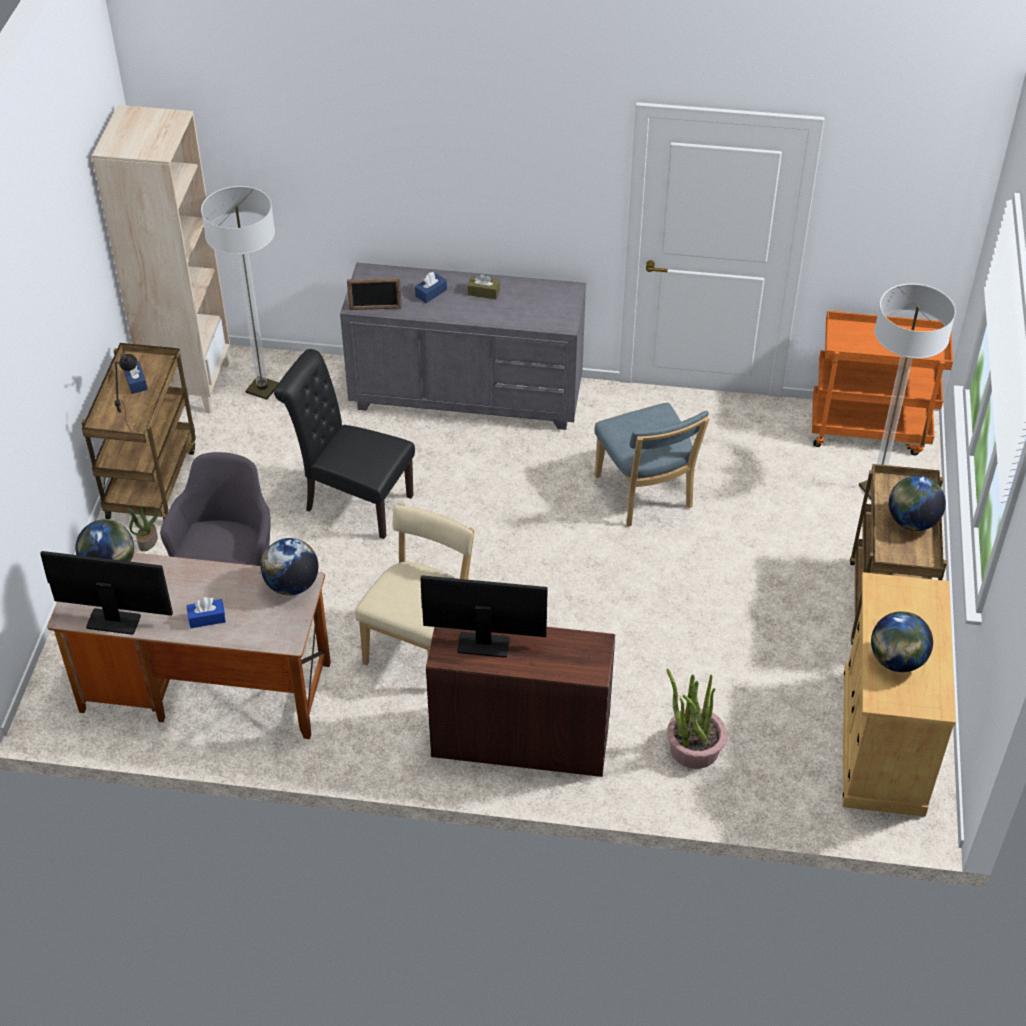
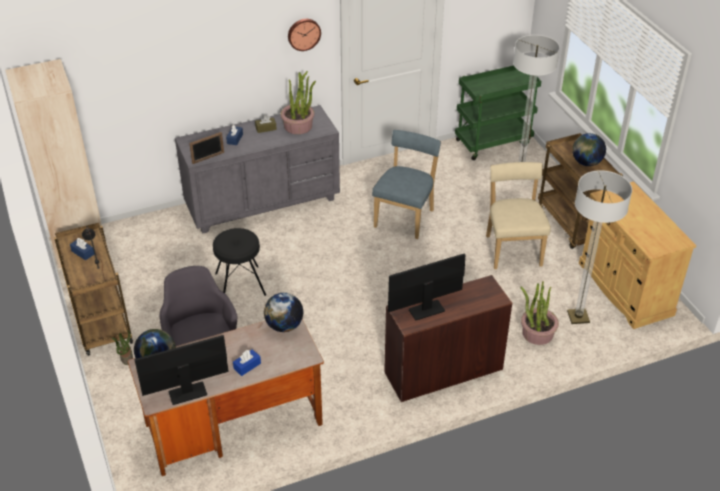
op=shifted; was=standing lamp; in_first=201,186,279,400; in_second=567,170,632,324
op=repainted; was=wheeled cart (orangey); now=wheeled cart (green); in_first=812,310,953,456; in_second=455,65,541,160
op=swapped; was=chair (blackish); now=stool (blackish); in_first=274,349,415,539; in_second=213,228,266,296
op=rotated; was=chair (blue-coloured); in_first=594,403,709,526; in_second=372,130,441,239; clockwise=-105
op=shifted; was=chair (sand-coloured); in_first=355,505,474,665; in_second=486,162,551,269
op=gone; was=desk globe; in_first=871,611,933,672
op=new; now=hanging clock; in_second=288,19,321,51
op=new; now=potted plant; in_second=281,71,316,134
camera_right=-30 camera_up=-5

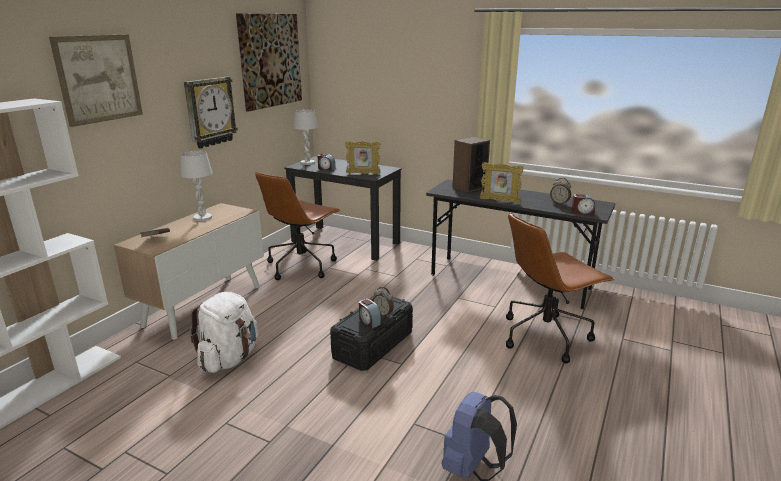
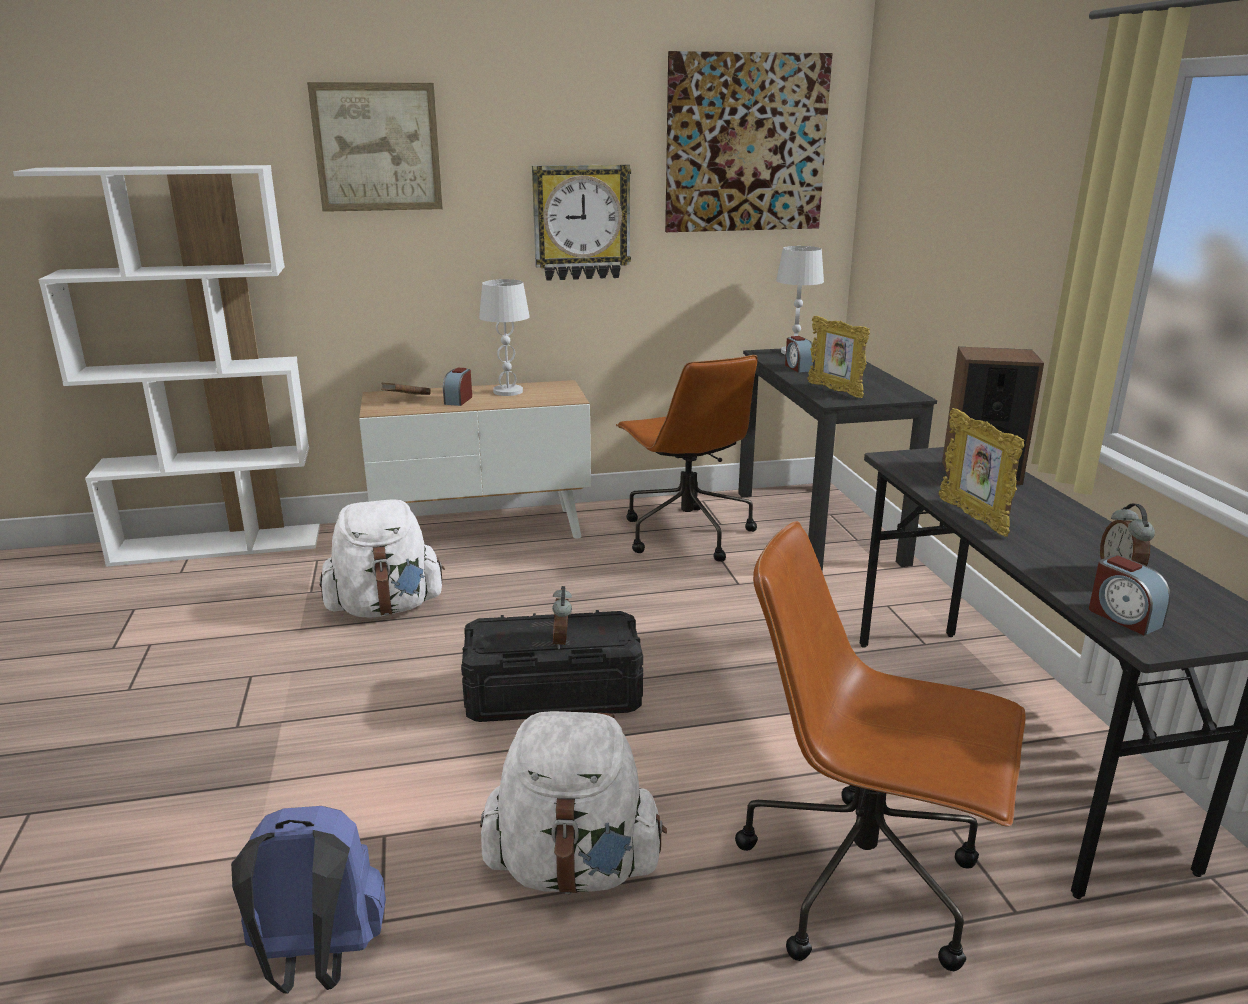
op=rotated; was=computer chair (brown); in_first=255,172,341,280; in_second=616,355,758,562; clockwise=-105
op=shifted; was=alarm clock; in_first=359,299,381,329; in_second=443,368,472,406
op=new; now=knapsack (whitish); in_second=480,711,667,894
camera_right=50 camera_up=0

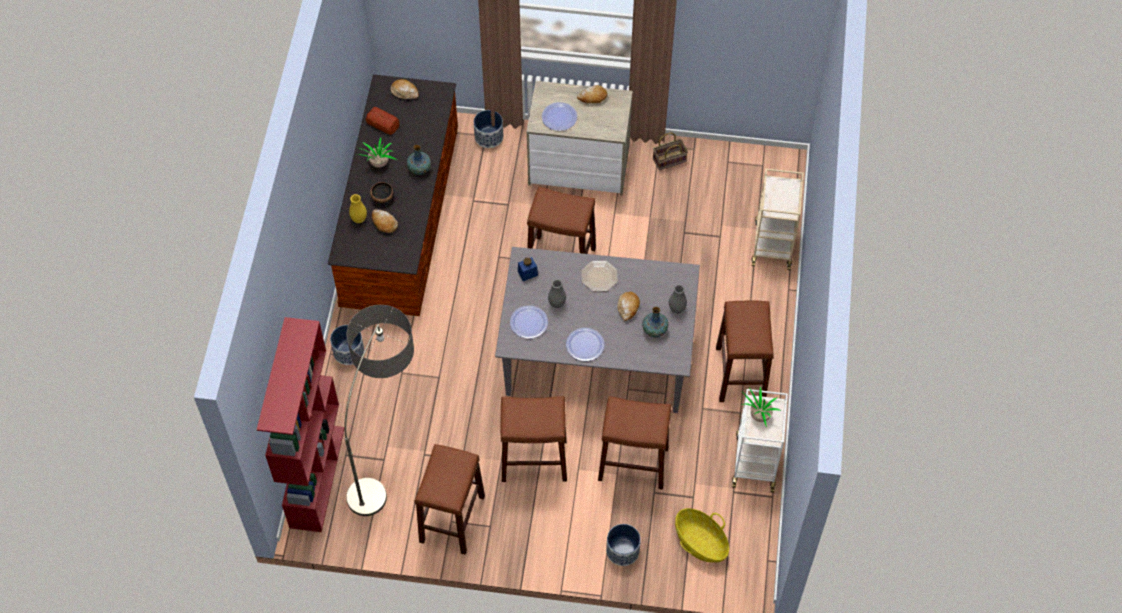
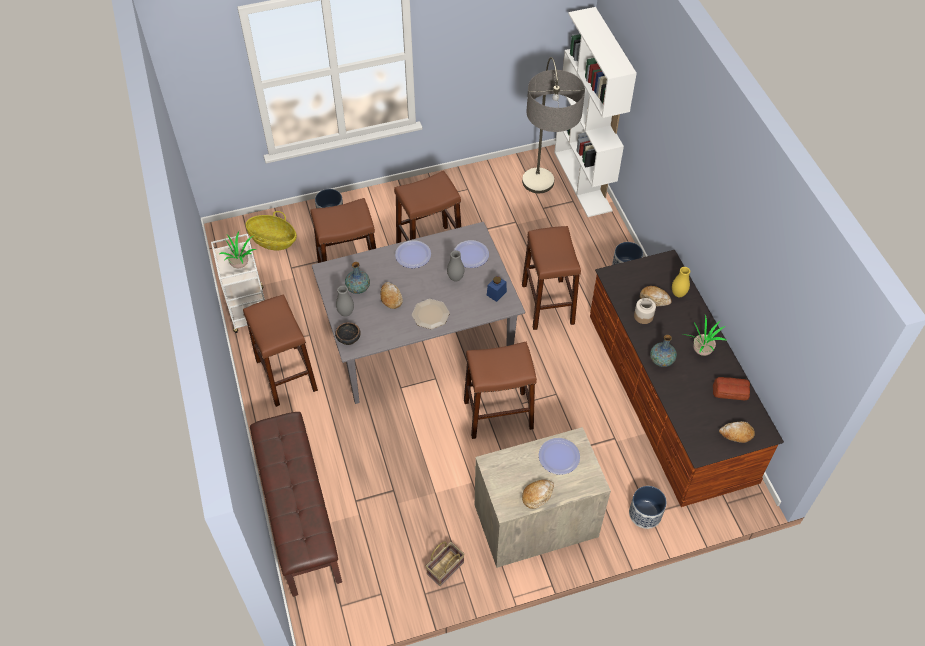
op=swapped; was=wheeled cart (sand-coloured); now=bench (brown); in_first=752,169,804,270; in_second=250,412,342,597
op=shifted; was=deep dish; in_first=370,182,394,204; in_second=335,322,361,345
op=repainted; was=shelving unit (red-coloured); now=shelving unit (whitish); in_first=257,317,344,532; in_second=554,7,637,217
op=shifted; was=stool (brown); in_first=415,444,485,555; in_second=522,226,581,330
op=new; now=storage jar; in_second=634,298,656,324
camera_right=155 camera_up=-5

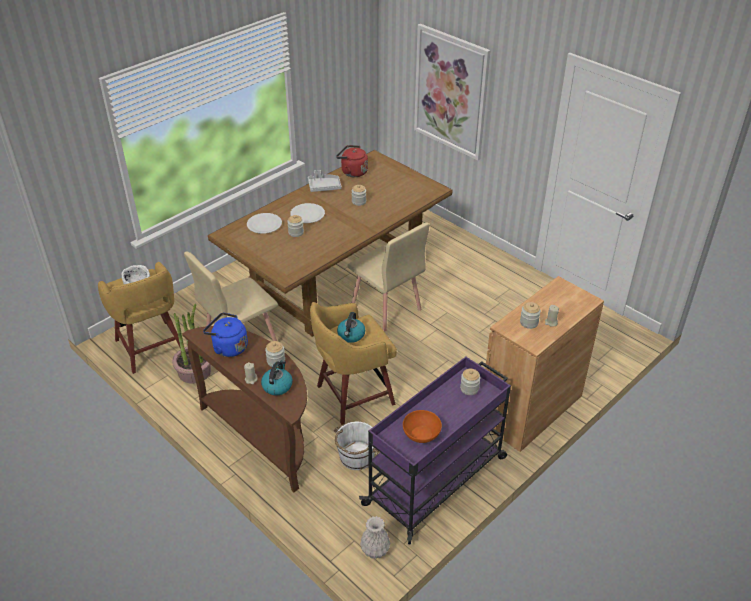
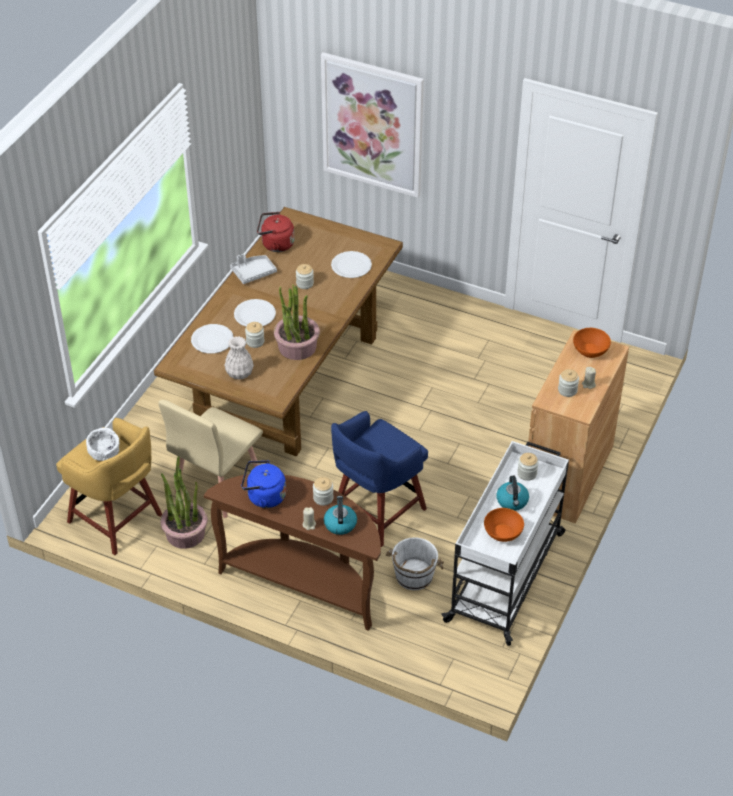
op=gone; was=chair (sand-coloured); in_first=347,223,430,332
op=repainted; was=stool (yellowish); now=stool (blue-coloured); in_first=310,302,397,425; in_second=331,411,428,547
op=shifted; was=water kettle; in_first=337,312,365,343; in_second=497,476,529,511
op=repainted; was=wheeled cart (purplish); now=wheeled cart (whitish); in_first=359,357,511,544; in_second=441,441,569,646
op=shifted; was=decorative vase (whitish); in_first=360,516,390,559; in_second=224,336,254,380
op=new; now=flat dish (whitish); in_second=331,251,372,278
op=new; now=potted plant; in_second=274,284,320,360
op=new; now=deep dish (orangey); in_second=573,328,611,358
camera_right=-20 camera_up=5

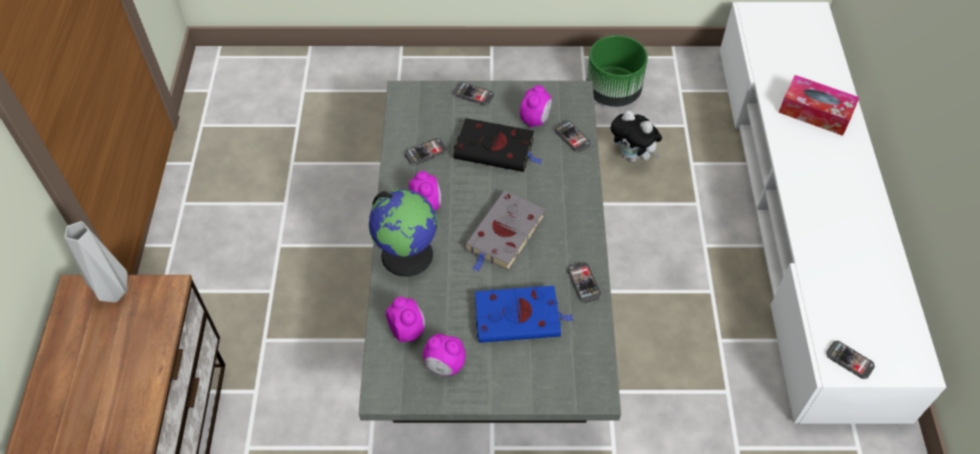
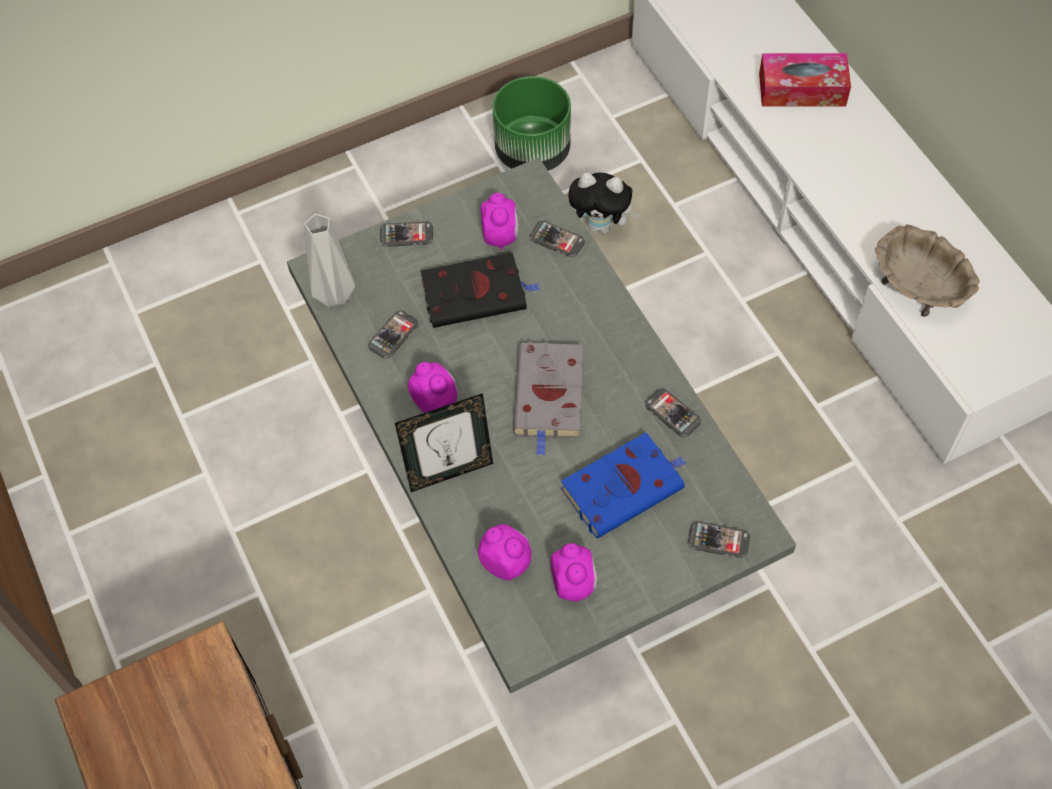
op=swapped; was=desk globe; now=picture frame; in_first=368,189,438,277; in_second=395,393,493,492
op=shifted; was=decorative vase (grey); in_first=65,221,127,302; in_second=304,214,355,307
op=rotated; was=alarm clock; in_first=423,334,466,376; in_second=550,543,597,602; clockwise=-90
op=shifted; was=telephone; in_first=826,341,875,379; in_second=688,521,750,558
op=new; now=deep dish (sand-coloured); in_second=875,224,980,317
camera_right=-25 camera_up=5

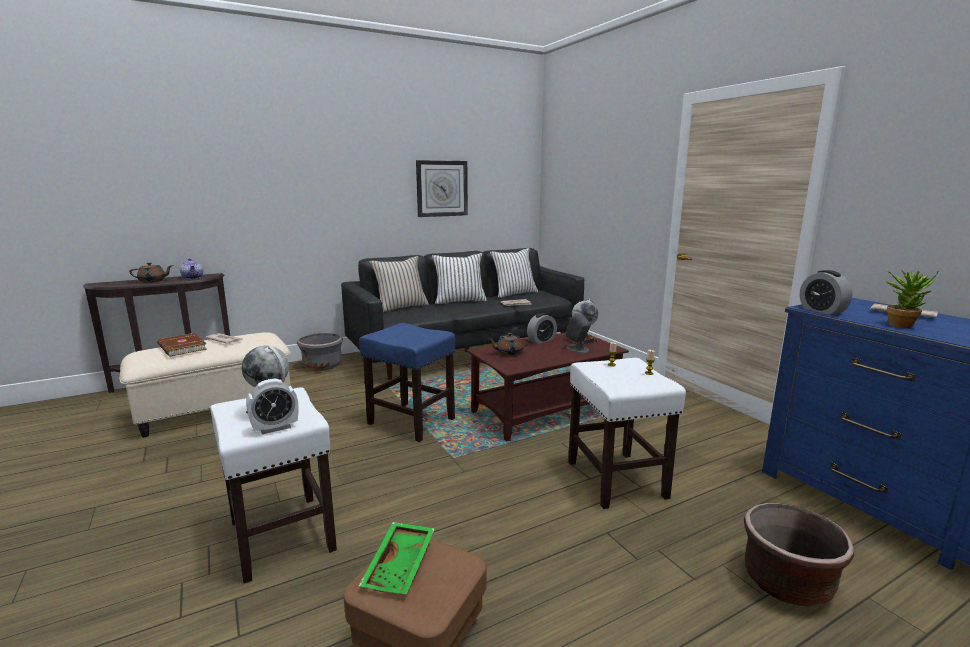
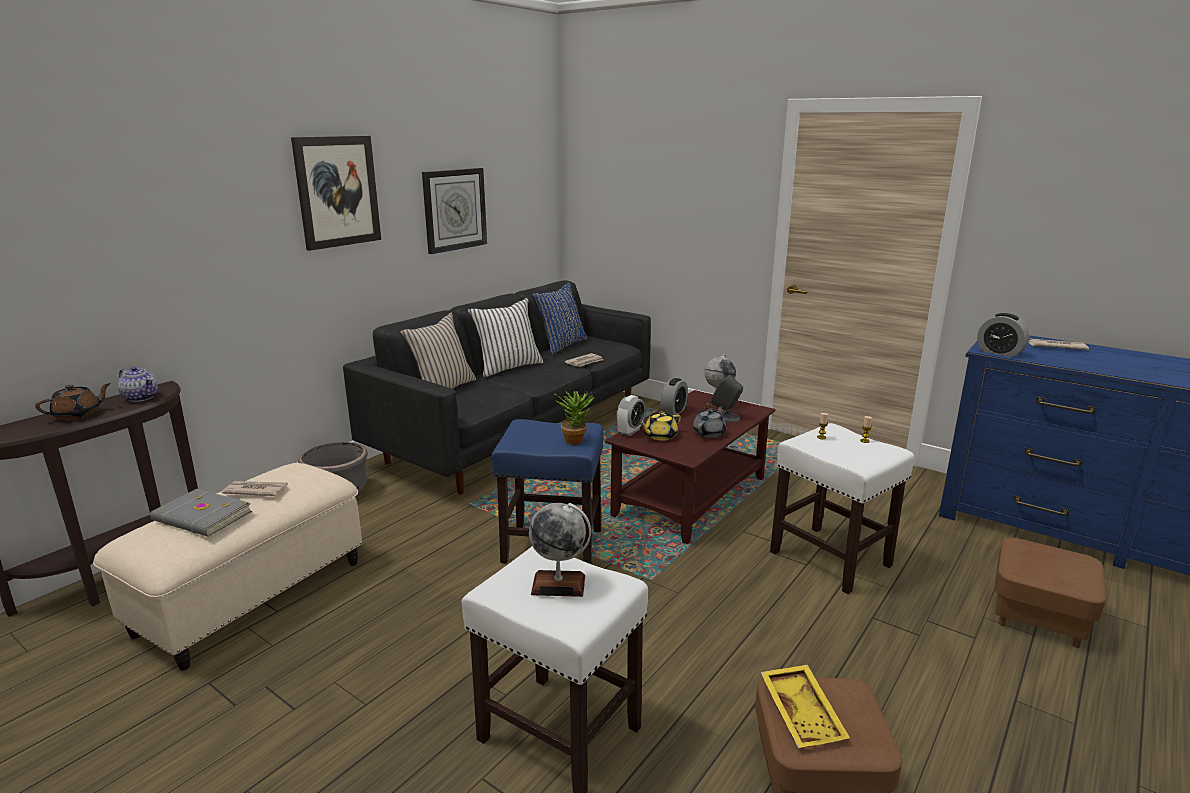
op=repainted; was=throw pillow (whitish); now=throw pillow (blue-coloured); in_first=490,248,538,298; in_second=532,282,588,355
op=shifted; was=potted plant; in_first=883,270,938,328; in_second=555,391,594,445
op=repainted; was=volume (brown); now=volume (grey); in_first=157,333,206,357; in_second=150,489,252,537
op=repainted; was=teapot (brown); now=teapot (yellowish); in_first=488,333,529,356; in_second=640,412,681,441
op=shifted; was=alarm clock; in_first=246,379,298,434; in_second=617,395,645,436
op=swapped; was=planter (brown); now=ottoman (brown); in_first=744,503,854,607; in_second=994,538,1106,648
op=repainted; was=carrying tray (green); now=carrying tray (yellowish); in_first=359,522,435,594; in_second=761,665,850,748
op=new; now=wall art; in_second=291,136,381,251
op=new; now=teapot (grey); in_second=693,406,726,438
camera_right=-25 camera_up=5

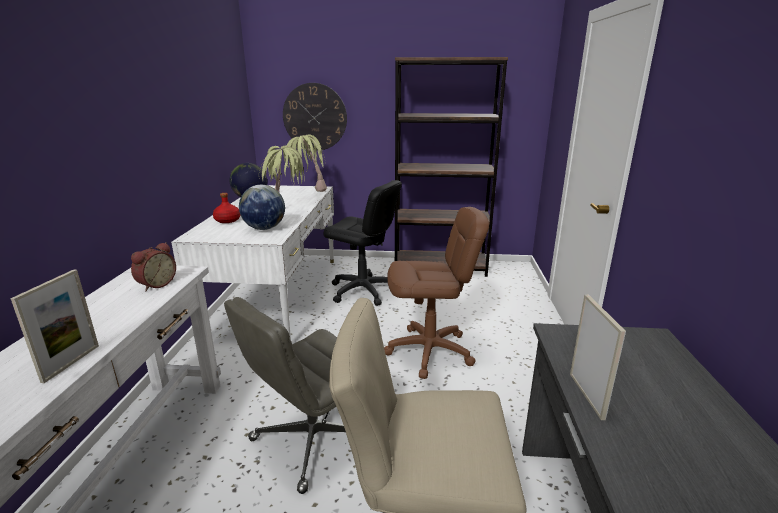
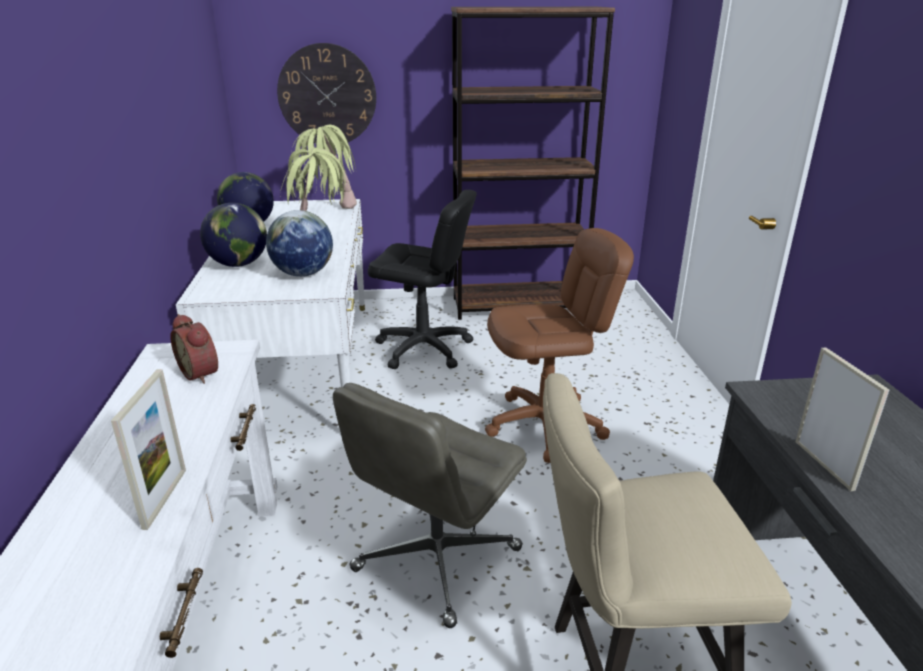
op=swapped; was=bottle (red-coloured); now=desk globe; in_first=213,193,240,223; in_second=200,203,267,267
op=rotated; was=alarm clock; in_first=131,242,176,291; in_second=170,314,218,384; clockwise=120
camera_right=-10 camera_up=5

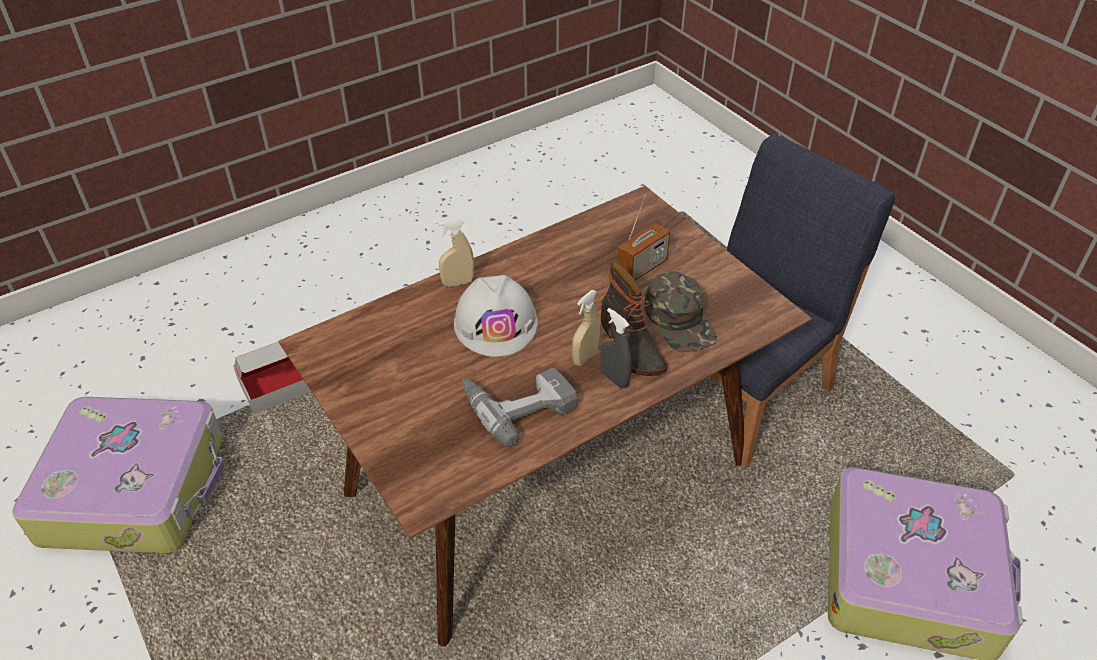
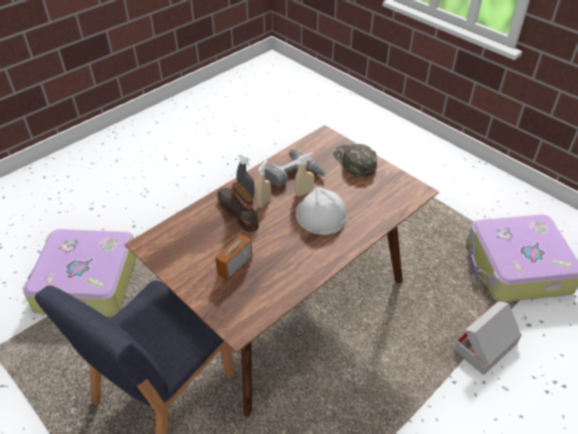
op=shifted; was=sprayer (sand-coloured); in_first=439,218,474,287; in_second=295,153,314,196
op=shifted; was=peaked cap (green); in_first=644,271,717,352; in_second=333,144,377,177
camera_right=170 camera_up=0

